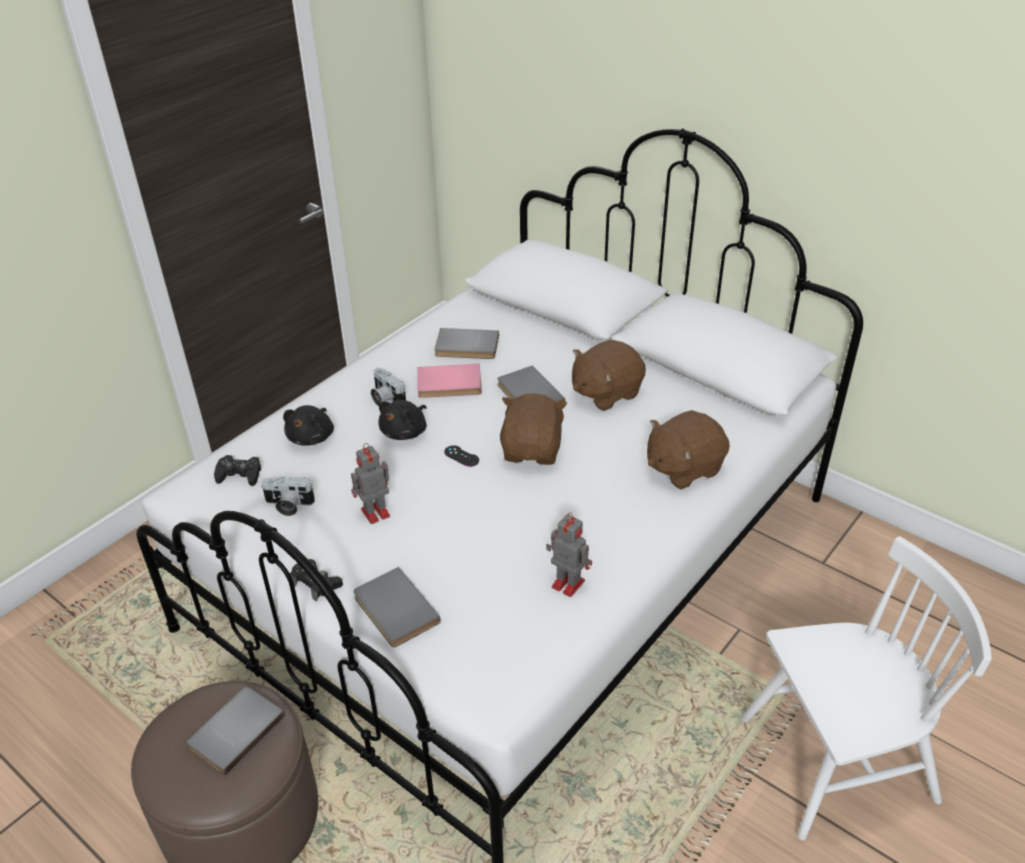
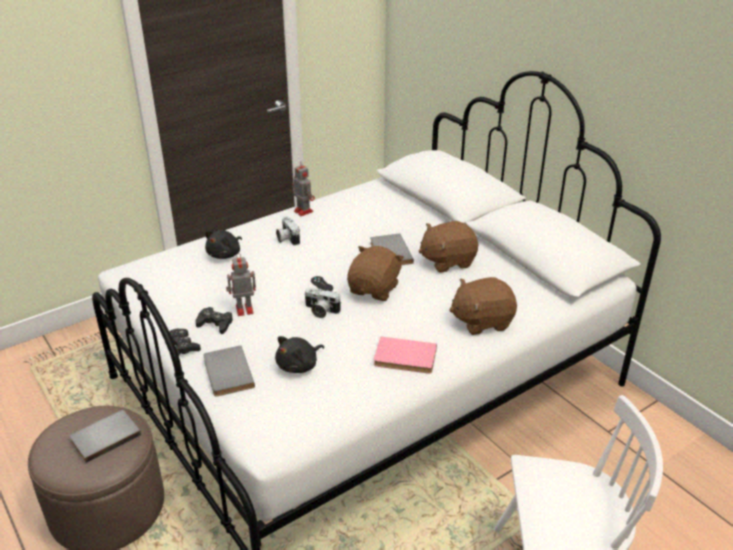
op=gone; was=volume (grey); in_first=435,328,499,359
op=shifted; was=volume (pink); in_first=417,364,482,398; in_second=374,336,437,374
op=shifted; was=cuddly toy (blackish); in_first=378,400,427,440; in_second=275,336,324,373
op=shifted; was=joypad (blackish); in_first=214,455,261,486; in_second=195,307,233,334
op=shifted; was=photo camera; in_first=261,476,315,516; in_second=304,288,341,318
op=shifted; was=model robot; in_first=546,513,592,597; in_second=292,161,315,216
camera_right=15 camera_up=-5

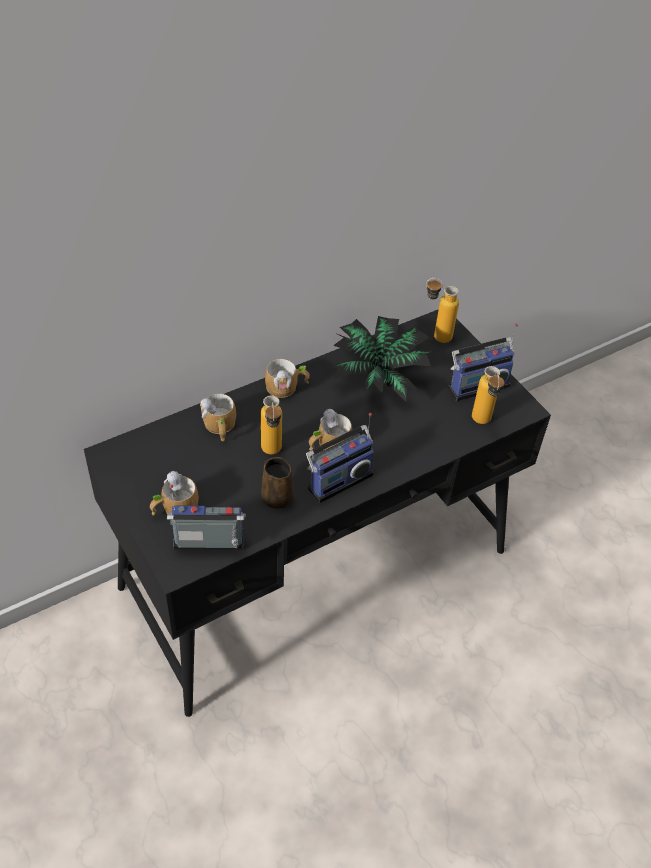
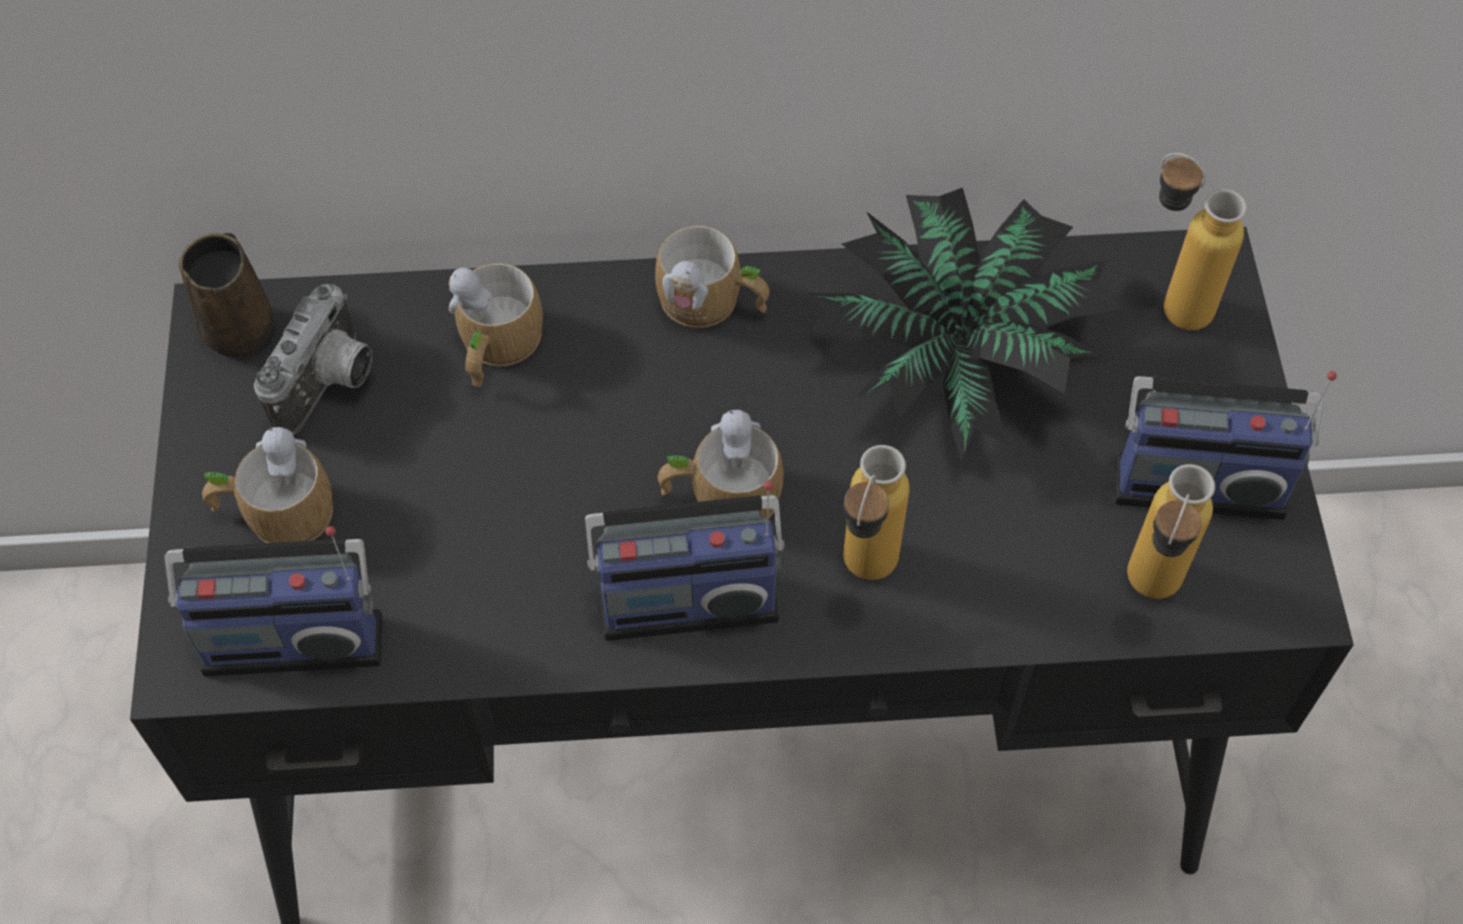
op=shifted; was=bottle; in_first=261,395,282,454; in_second=843,445,910,580
op=shifted; was=mug (brown); in_first=261,457,294,509; in_second=178,233,274,358
op=rotated; was=radio set; in_first=167,484,246,550; in_second=164,526,382,677; clockwise=150
op=new; now=photo camera; in_second=254,284,372,435
camera_right=30 camera_up=10

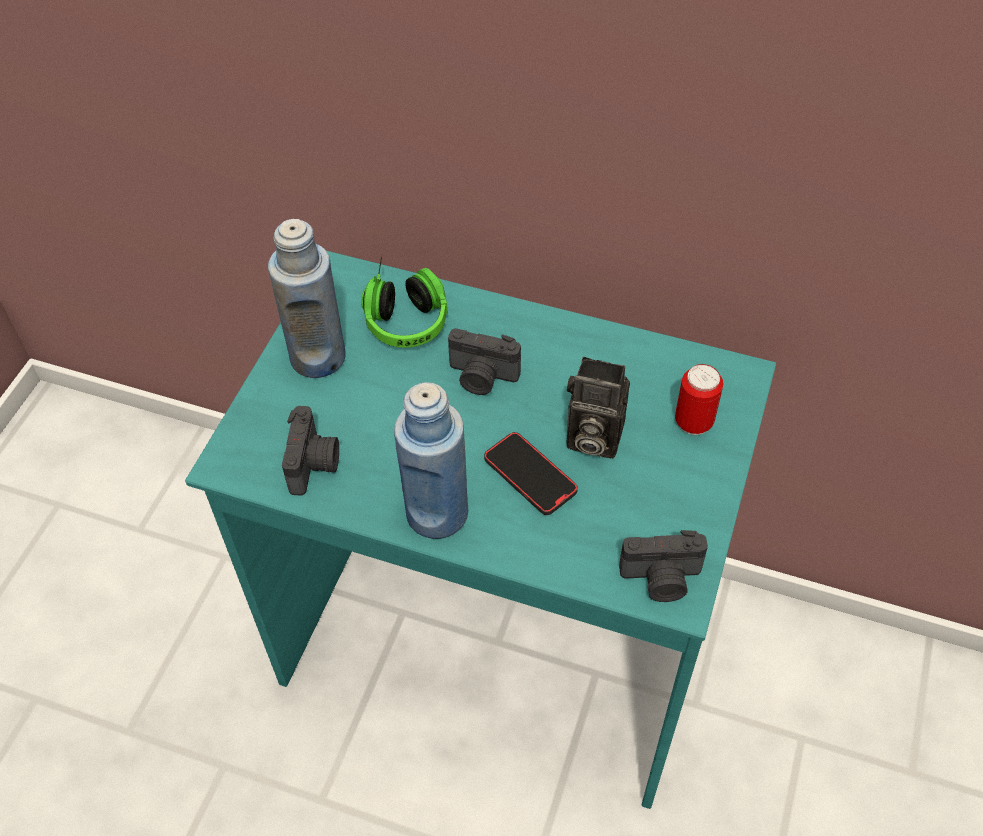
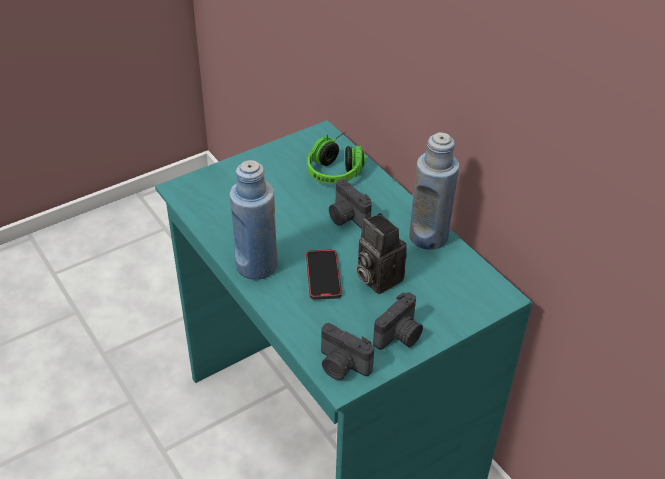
op=shifted; was=bottle (blue-coloured); in_first=268,219,346,378; in_second=409,132,459,250
op=gone; was=metal can; in_first=675,364,723,435
op=shifted; was=photo camera; in_first=282,406,339,496; in_second=373,292,423,350
camera_right=35 camera_up=-10

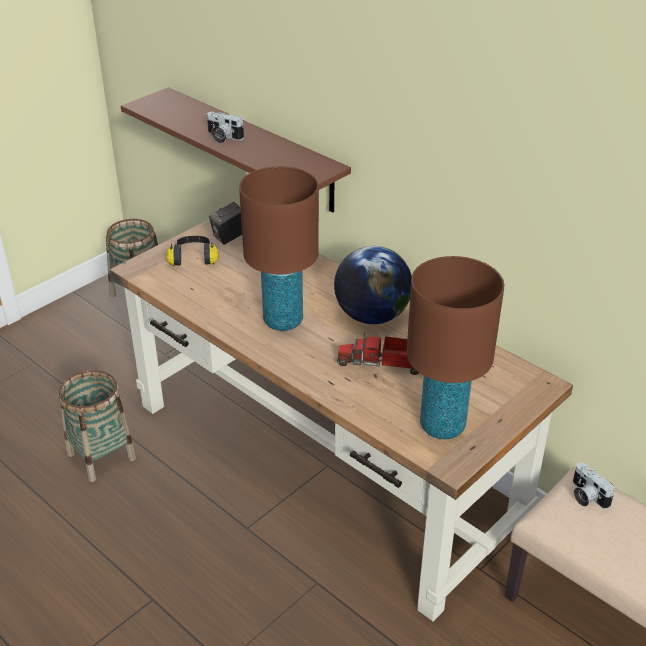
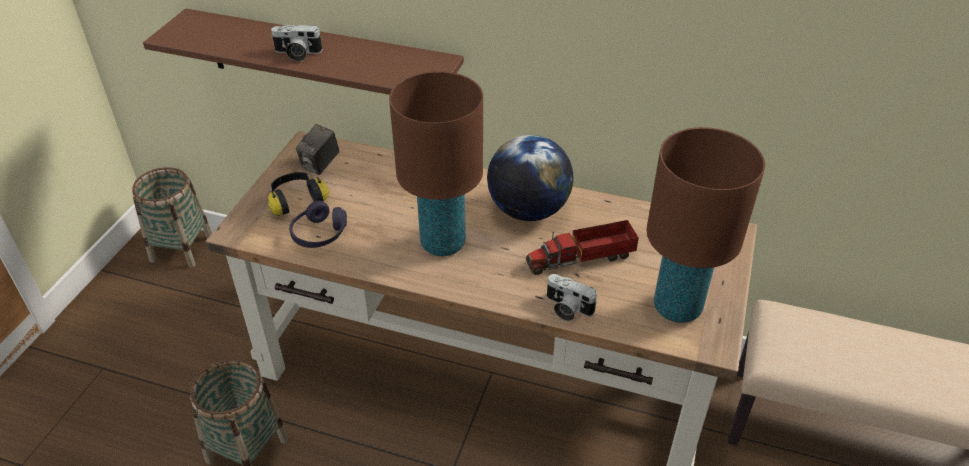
op=shifted; was=photo camera; in_first=573,462,615,509; in_second=547,274,597,321
op=new; now=headphones (purplish); in_second=289,201,347,248
camera_right=-25 camera_up=5

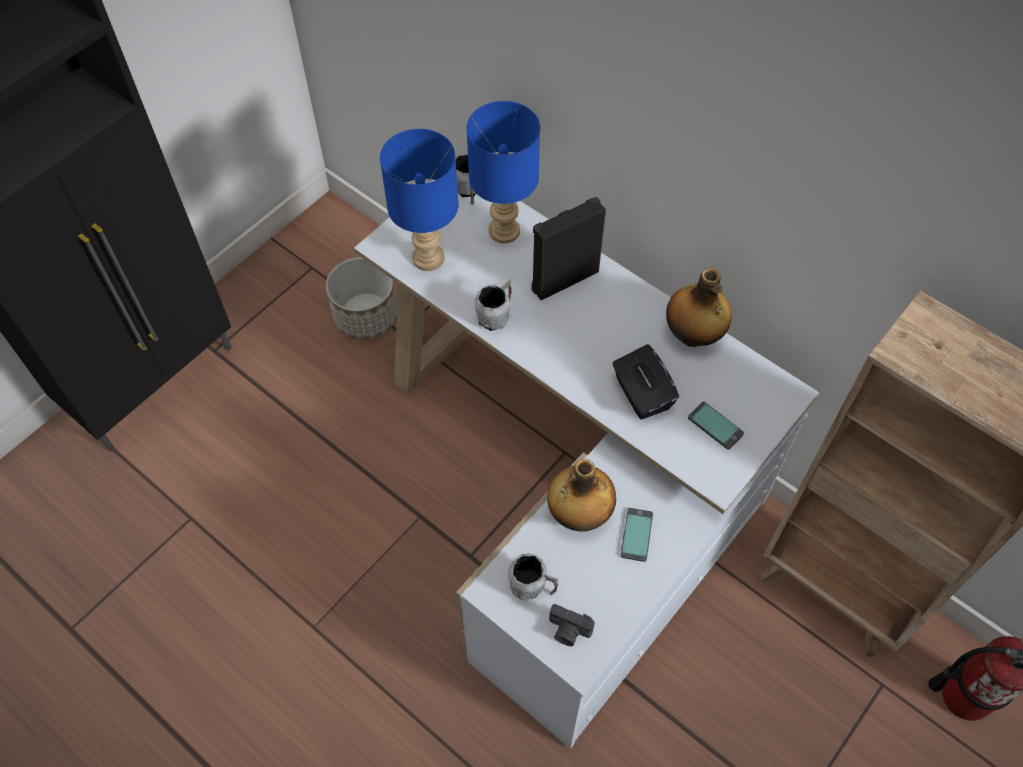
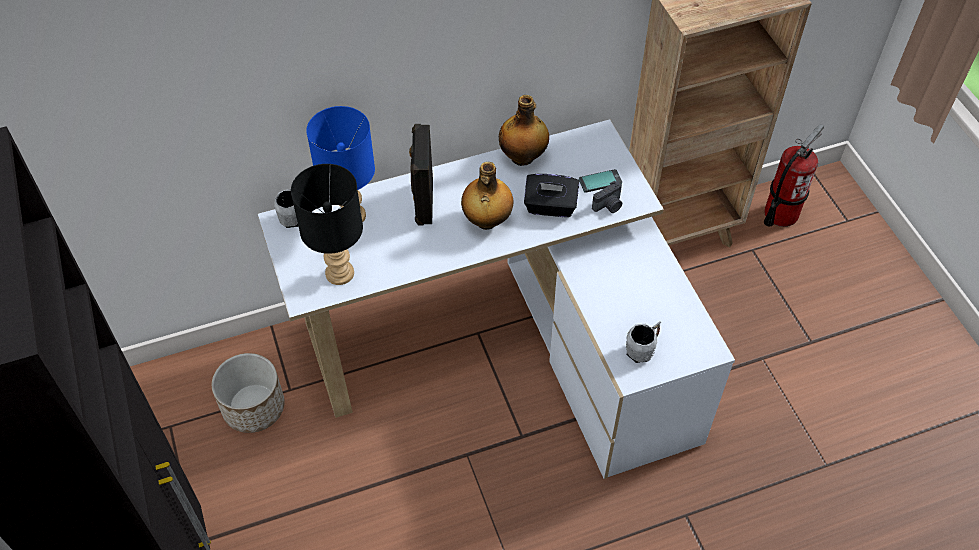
op=repainted; was=lamp for a table (blue-coloured); now=lamp for a table (blackish); in_first=380,129,458,271; in_second=291,164,363,285
op=gone; was=mug (grey); in_first=475,279,512,331
op=shifted; was=bottle; in_first=547,459,616,531; in_second=461,162,514,230
op=gone; was=telephone; in_first=621,508,653,562
op=shifted; was=photo camera; in_first=549,604,595,646; in_second=592,181,622,213
camera_right=-60 camera_up=-5

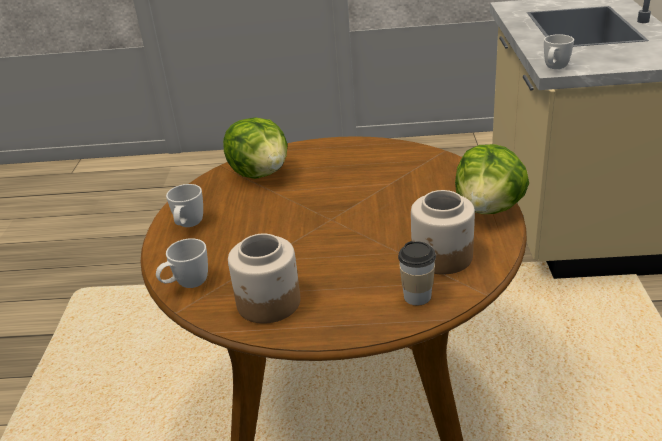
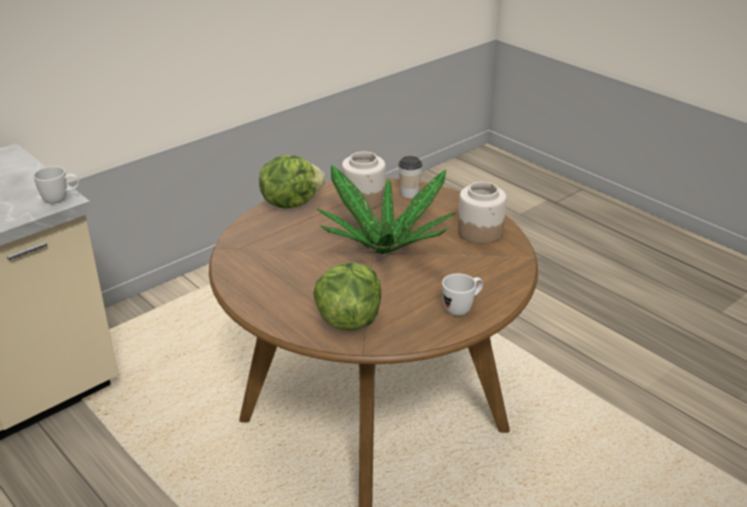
op=gone; was=mug (whitish); in_first=156,238,208,288
op=new; now=potted plant; in_second=317,165,456,254
camera_right=-135 camera_up=0

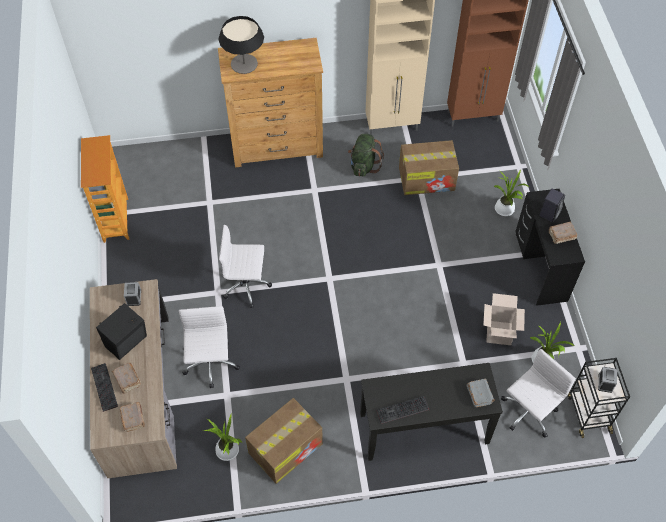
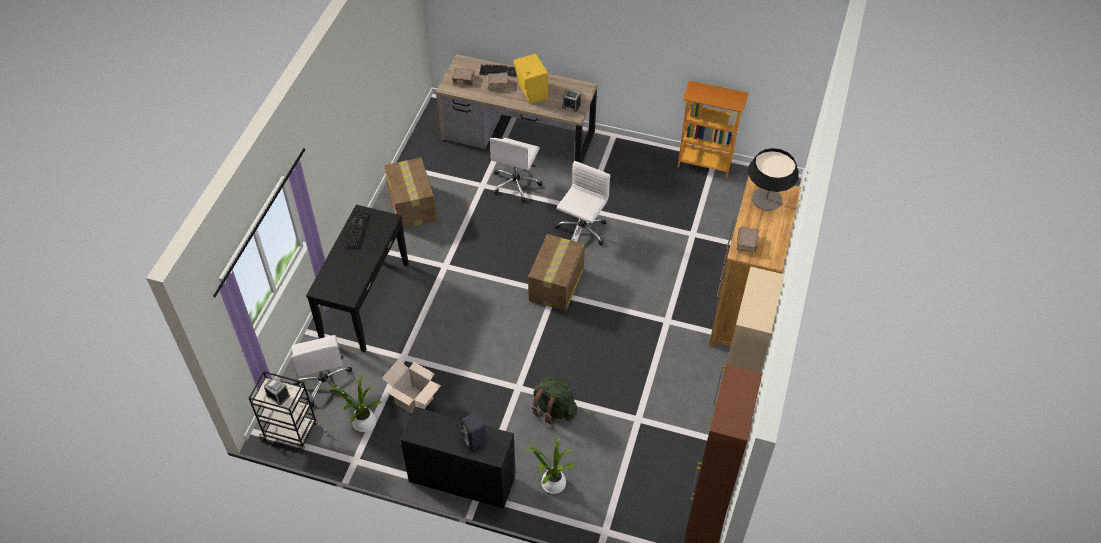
op=shifted; was=knapsack (green); in_first=348,134,384,177; in_second=532,376,577,425
op=shifted; was=cardboard box; in_first=399,140,459,195; in_second=528,234,585,311
op=shifted; was=volume (brown); in_first=549,221,578,244; in_second=736,226,759,253
op=repainted; was=loudspeaker (blackish); now=loudspeaker (yellowish); in_first=96,303,147,360; in_second=514,54,548,104
op=rotated; was=computer chair (whitish); in_first=179,306,240,388; in_second=490,138,543,202; clockwise=90
op=gone; was=volume (grey); in_first=467,379,495,407
op=gone; was=potted plant; in_first=204,413,243,461
camera_right=115 camera_up=-5

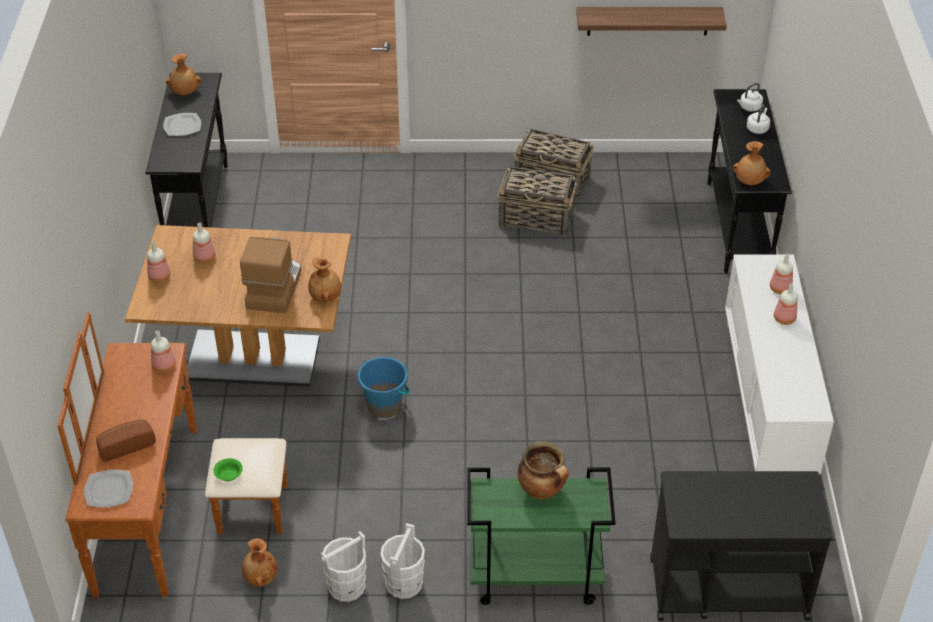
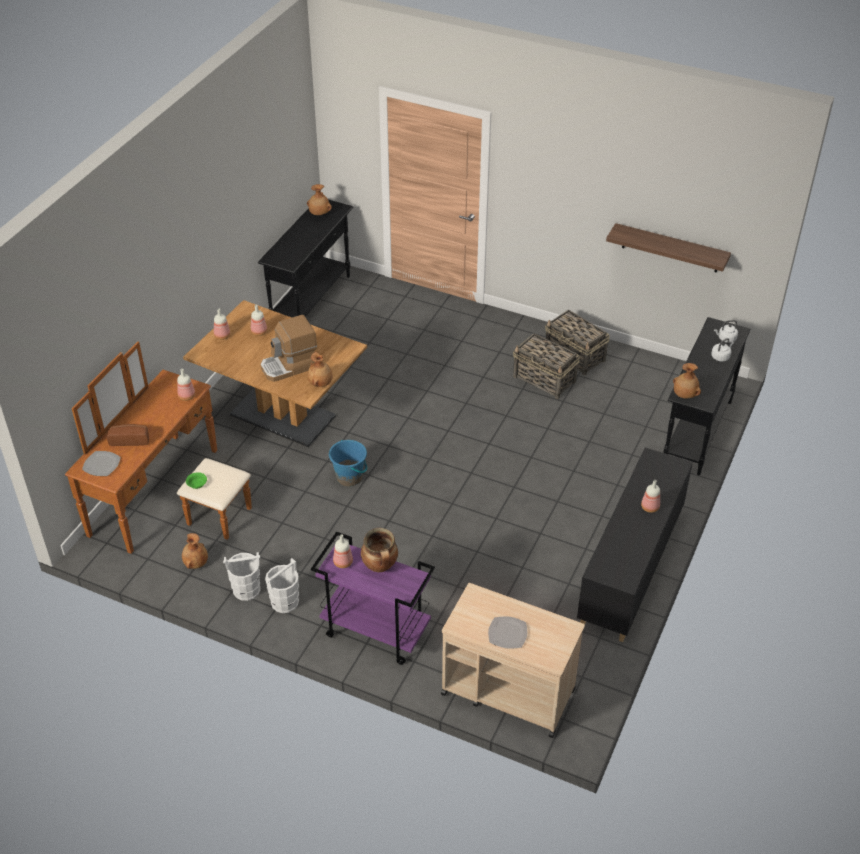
op=shifted; was=flat dish; in_first=163,113,201,136; in_second=488,617,527,649
op=rotated; was=coffee machine; in_first=240,237,301,313; in_second=260,315,317,382; clockwise=-150
op=shifted; was=bottle; in_first=770,254,793,294; in_second=333,534,353,568
op=repainted; was=cupboard (whitish); now=cupboard (blackish); in_first=725,255,834,475; in_second=577,448,693,642
op=repainted; was=wheeled cart (green); now=wheeled cart (purplish); in_first=467,468,615,605; in_second=311,532,435,665
op=repainted; was=wheeled cart (blackish); now=wheeled cart (sand-coloured); in_first=650,471,833,621; in_second=441,583,585,738
camera_right=25 camera_up=0

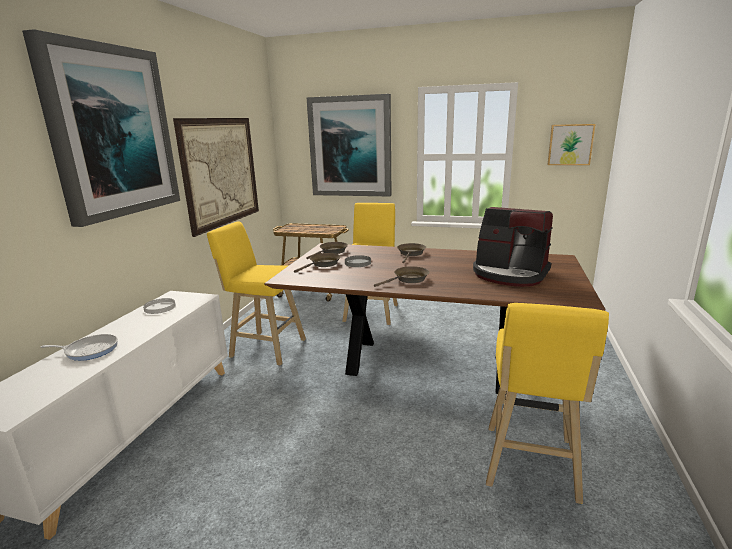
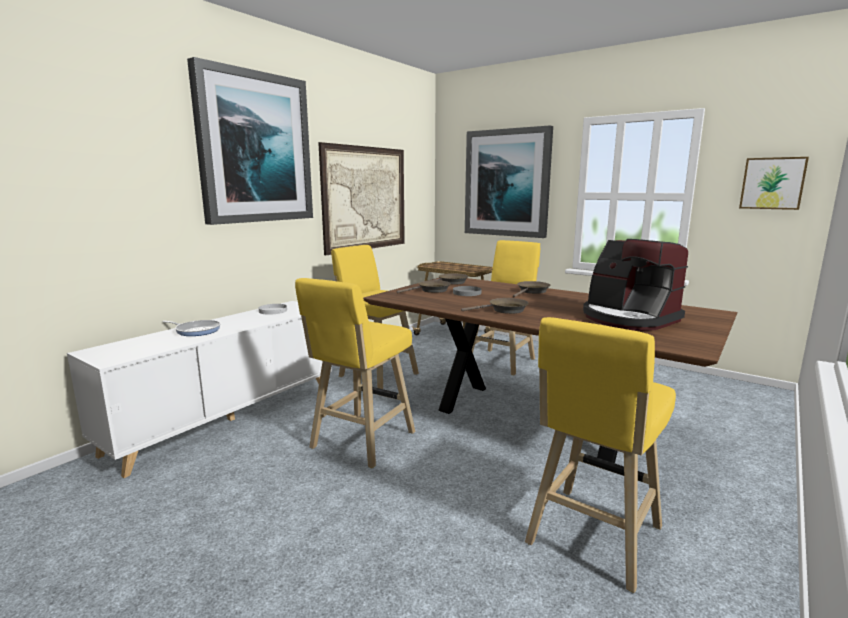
op=new; now=stool (yellowish); in_second=295,278,415,468
camera_right=20 camera_up=-5

